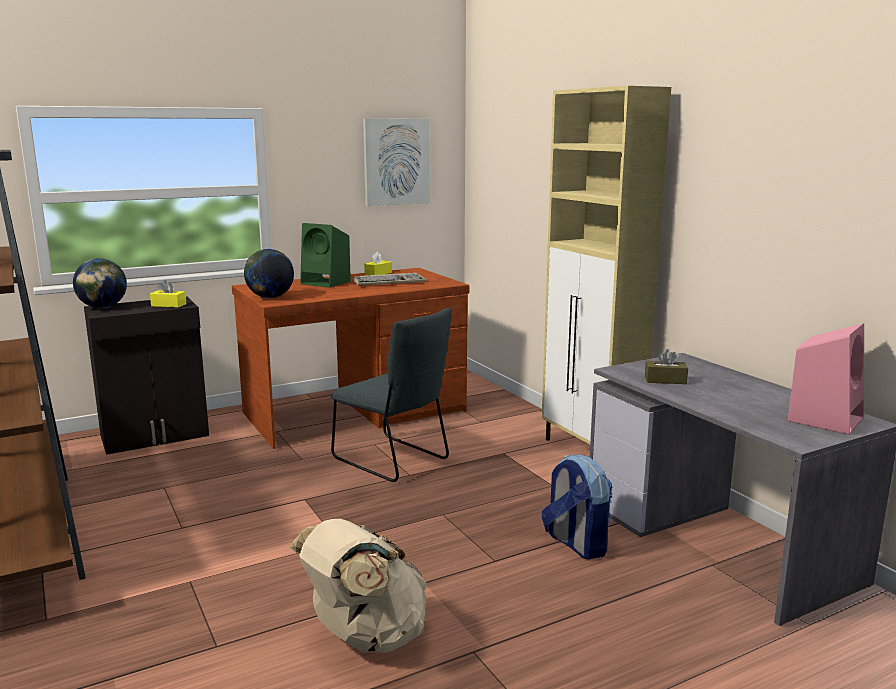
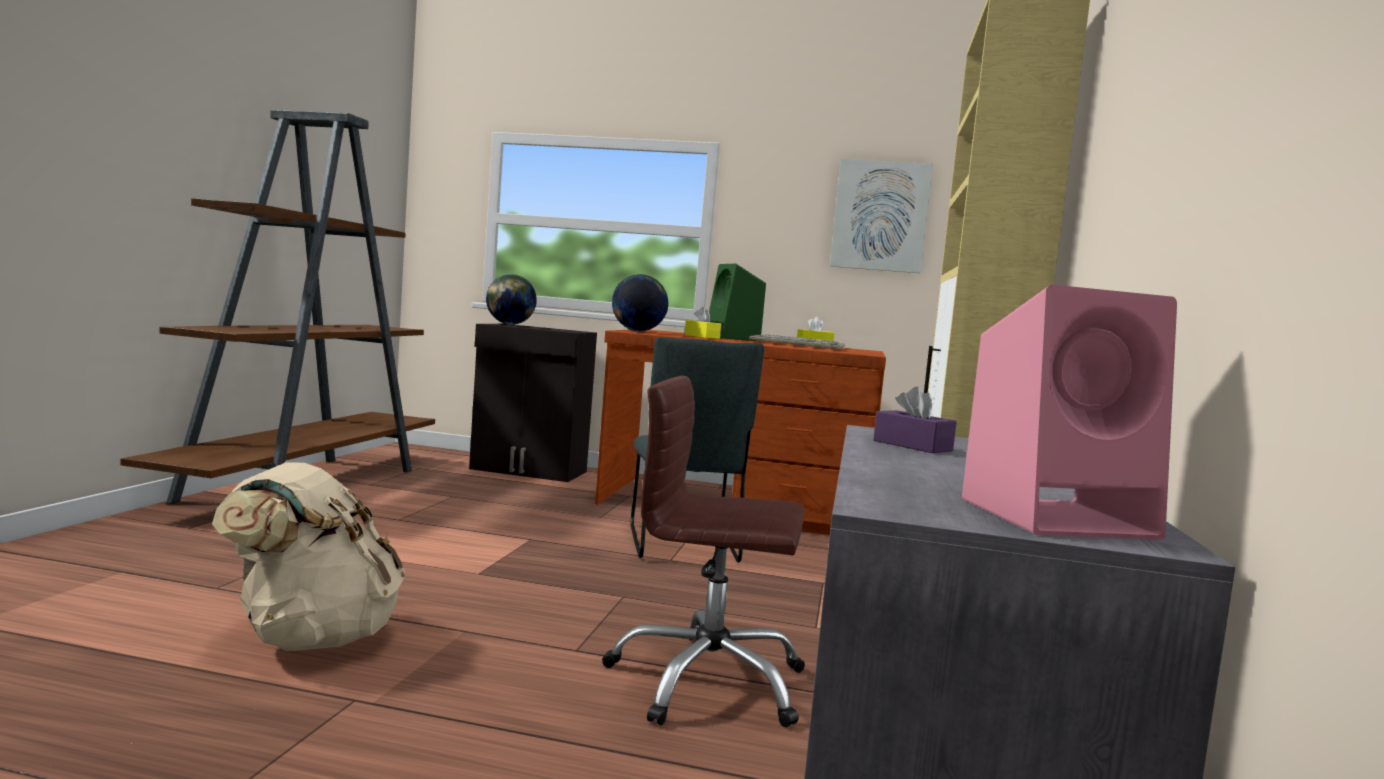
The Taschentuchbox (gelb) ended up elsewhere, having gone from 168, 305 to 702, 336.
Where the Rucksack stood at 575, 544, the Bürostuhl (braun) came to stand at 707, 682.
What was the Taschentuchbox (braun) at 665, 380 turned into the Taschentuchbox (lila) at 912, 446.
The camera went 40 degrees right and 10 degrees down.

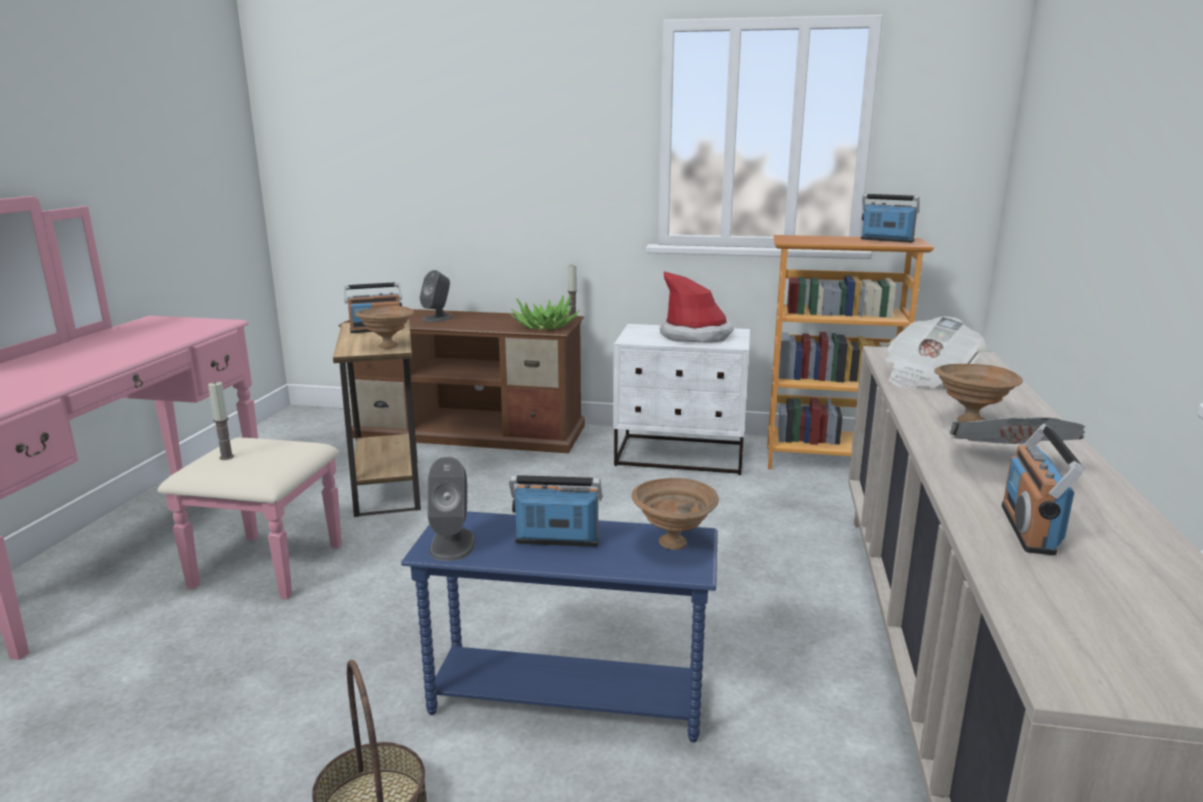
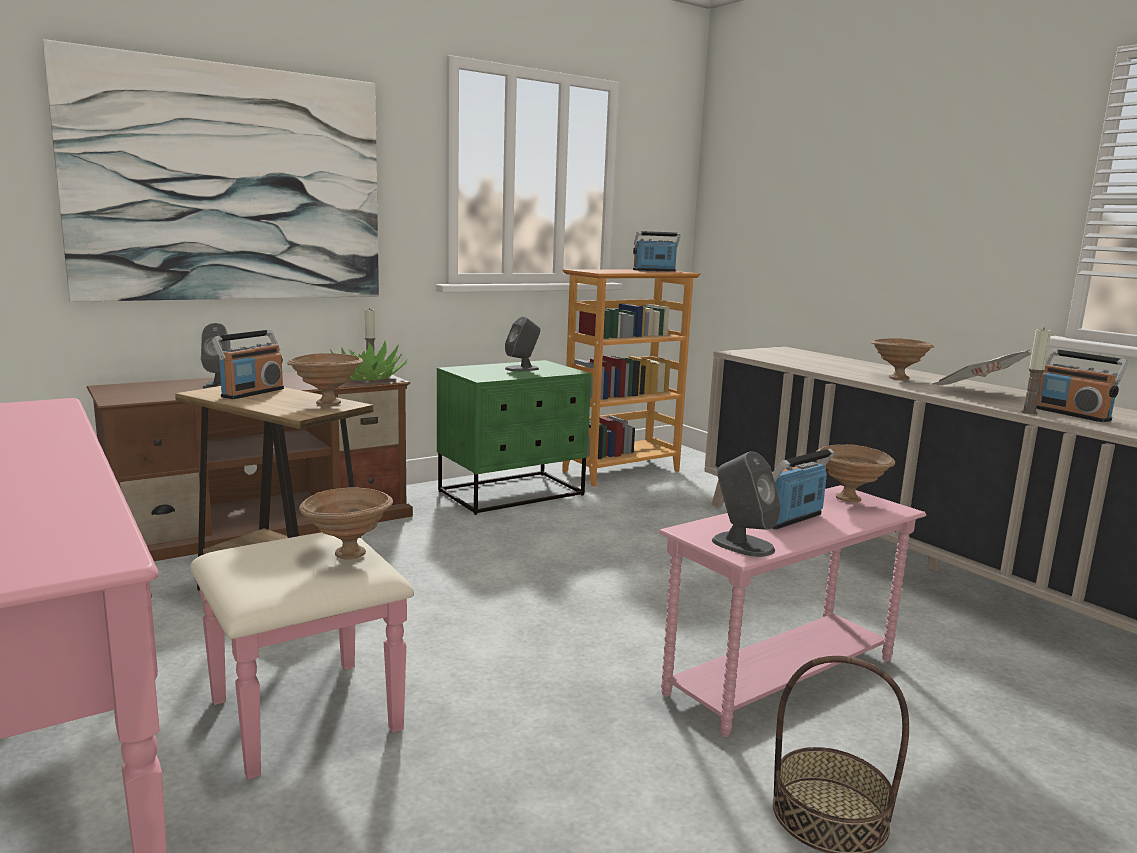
The second view lost the Zeitung at 926, 378.
The second view gained the Bild at 231, 185.
The second view gained the Schüssel (braun) at 347, 554.
The Kerze ended up elsewhere, having gone from 227, 457 to 1029, 412.
Where the Hut stood at 695, 335, the Lautsprecher (grau) came to stand at 522, 368.
What was the Beistelltisch (blau) at 567, 699 turned into the Beistelltisch (rosa) at 783, 677.
What was the Nachttisch (weiß) at 681, 456 turned into the Nachttisch (grün) at 513, 493.
The camera went 45 degrees left and 5 degrees down.

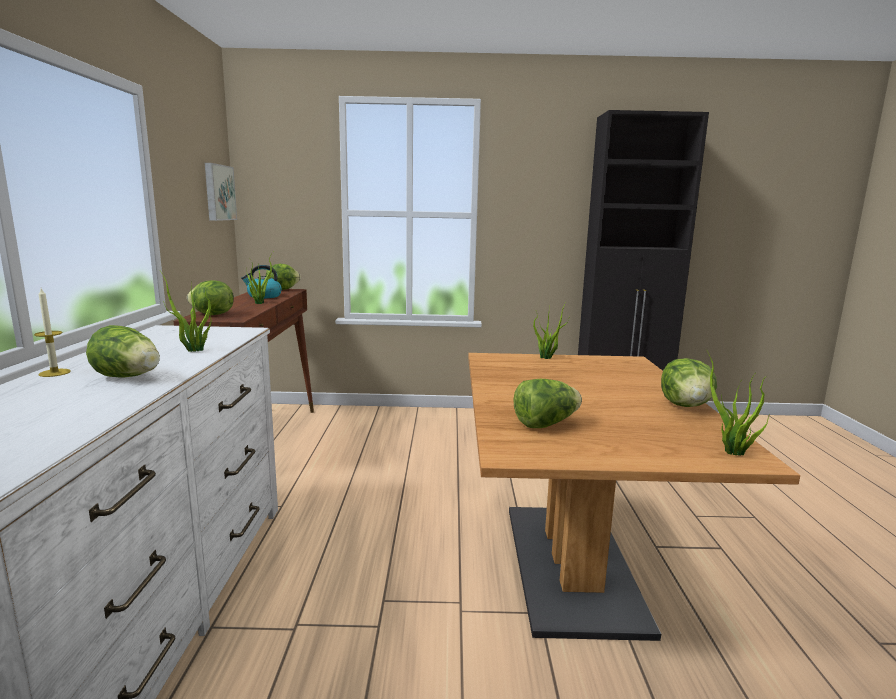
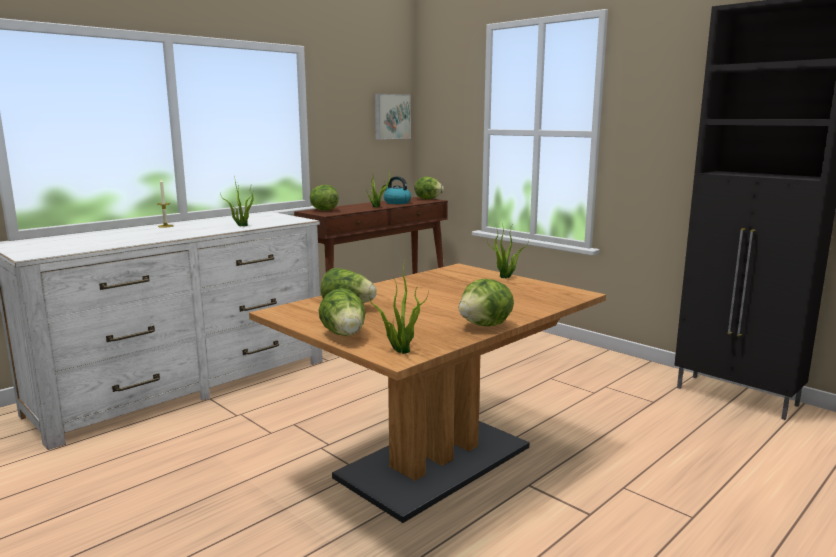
The Salatkopf ended up elsewhere, having gone from 129, 377 to 345, 335.
The camera went 45 degrees right and 0 degrees up.

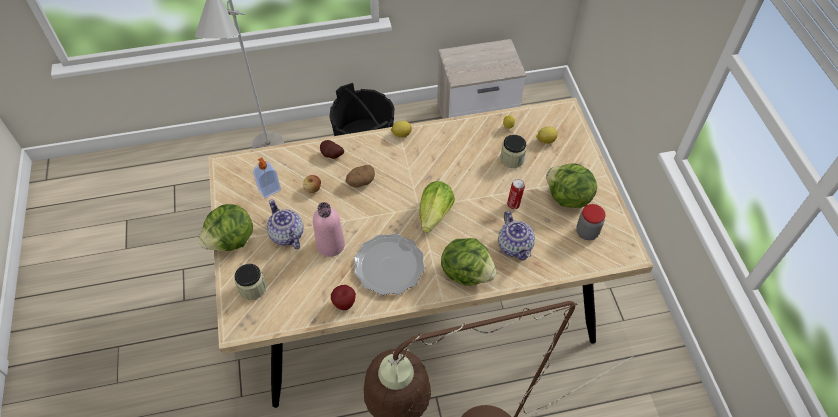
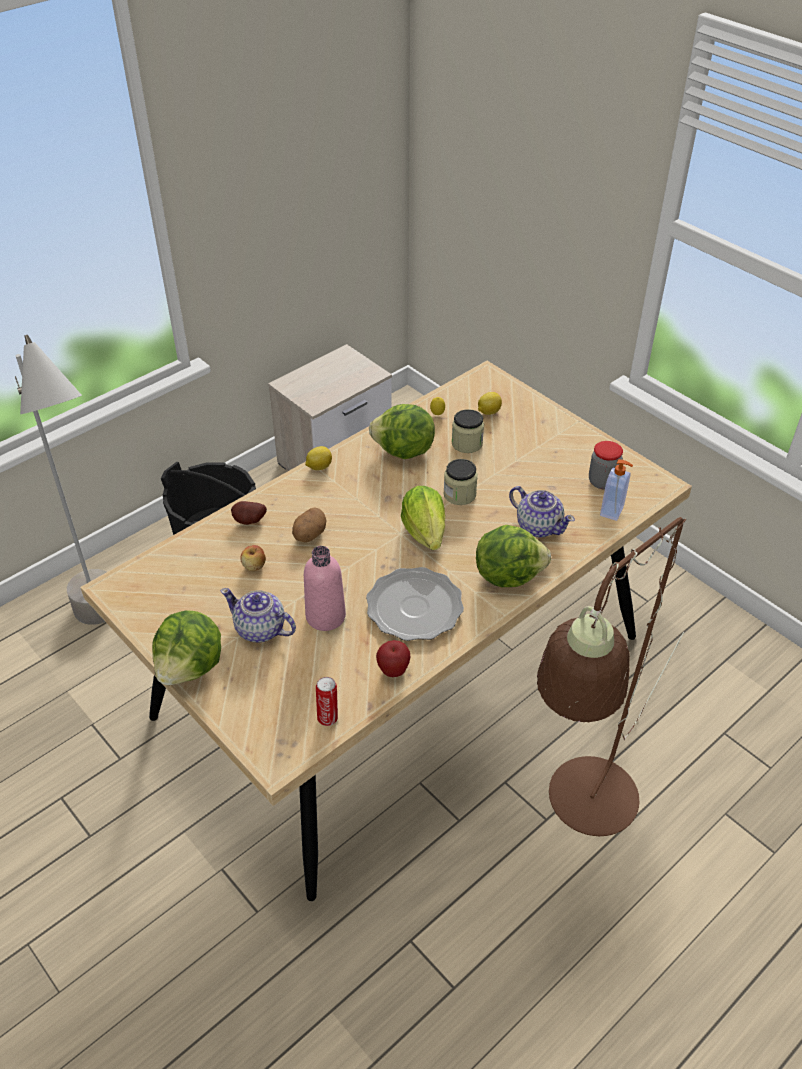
The Vorratsglas ended up elsewhere, having gone from 253, 288 to 459, 494.
The Seifenspender ended up elsewhere, having gone from 270, 190 to 613, 511.
The Dose ended up elsewhere, having gone from 514, 204 to 328, 717.
The Salatkopf ended up elsewhere, having gone from 567, 198 to 403, 452.
The camera went 30 degrees left and 10 degrees down.

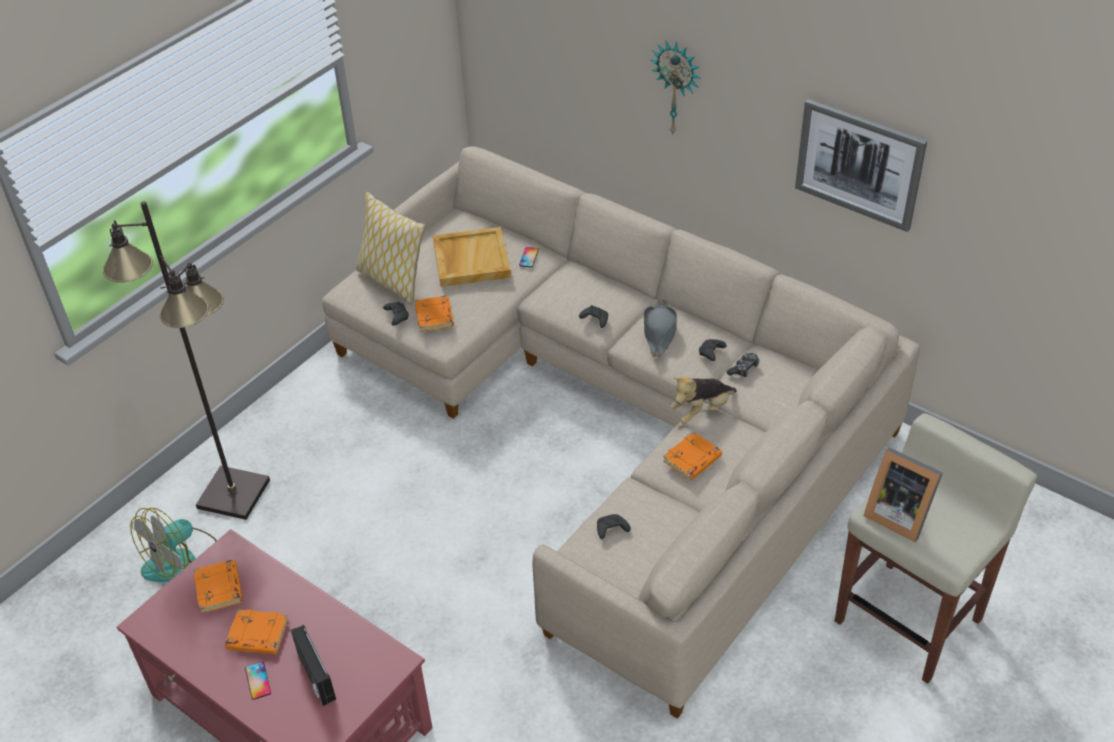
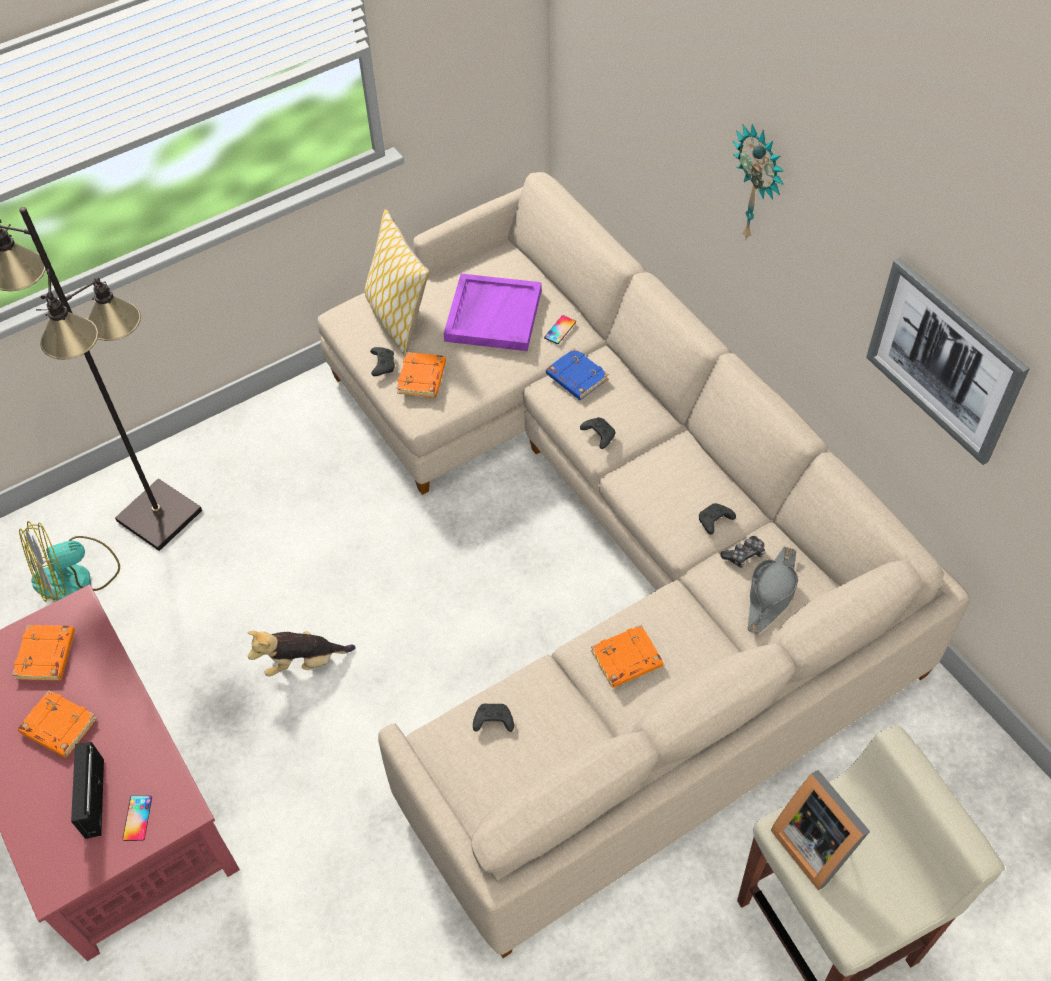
The second view gained the Buch (blau) at 576, 377.
The Handy ended up elsewhere, having gone from 258, 680 to 137, 818.
The Hut (grau) ended up elsewhere, having gone from 659, 332 to 771, 594.
The Plüschtier ended up elsewhere, having gone from 701, 411 to 303, 662.
What was the Tablett (beige) at 470, 259 turned into the Tablett (lila) at 493, 315.
The camera went 20 degrees right and 10 degrees up.

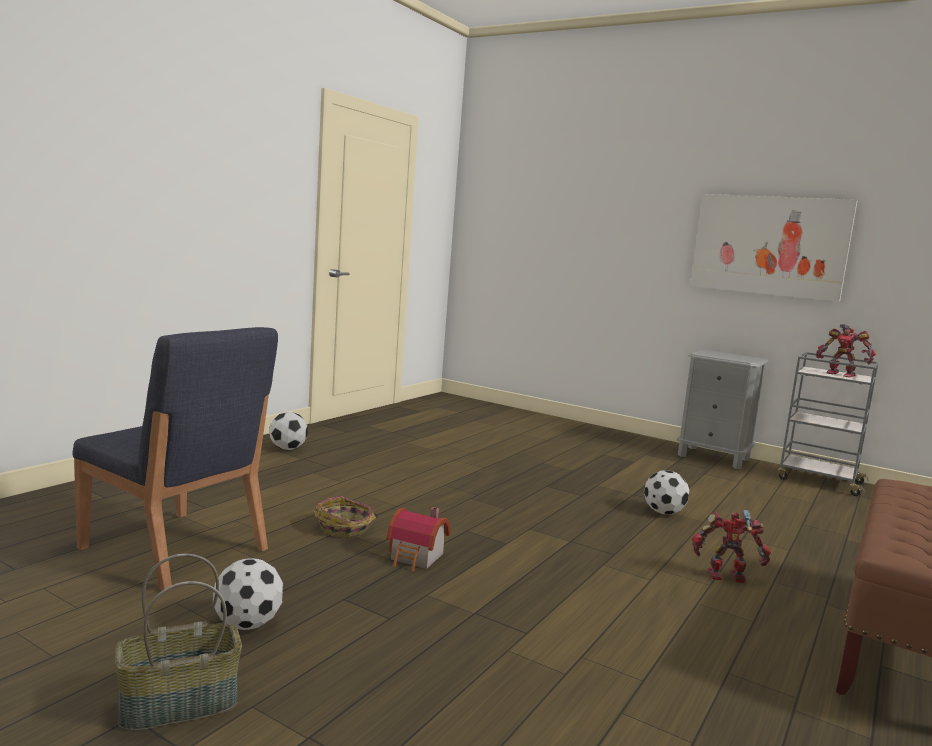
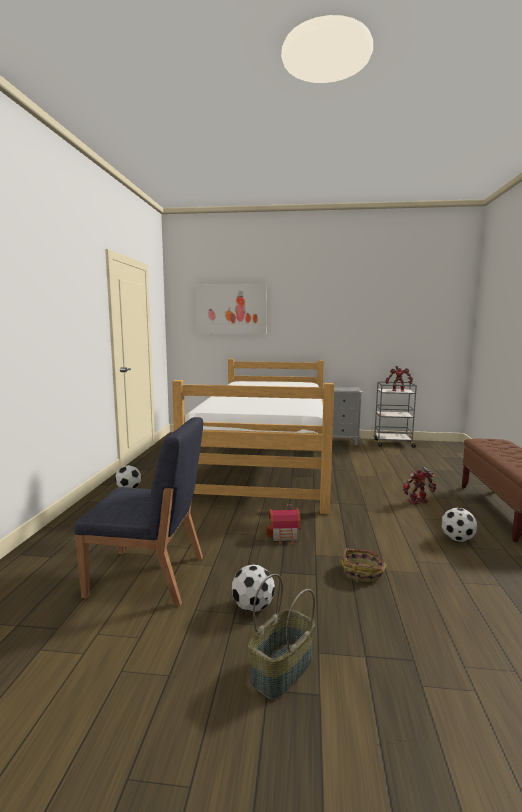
The second view gained the Bett at 266, 463.
The Korb ended up elsewhere, having gone from 345, 527 to 363, 571.
The Fußball ended up elsewhere, having gone from 663, 512 to 457, 539.
The Bild ended up elsewhere, having gone from 769, 245 to 231, 309.
The camera went 25 degrees left and 0 degrees up.

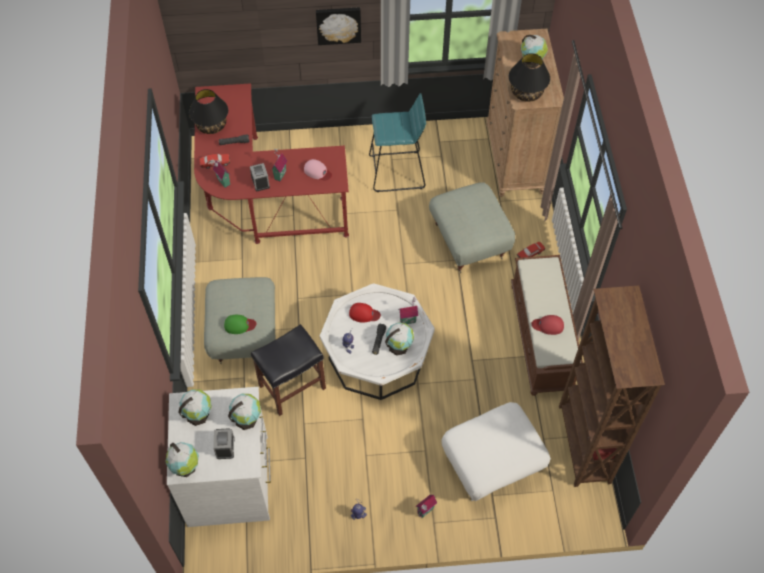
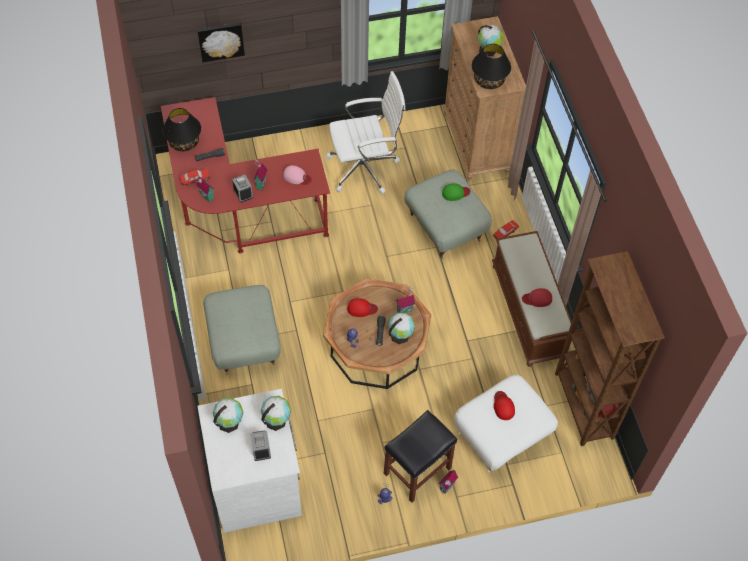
The second view lost the Globus at 185, 467.
The second view gained the Kappe (rot) at 503, 406.
The Kappe (grün) ended up elsewhere, having gone from 239, 325 to 455, 193.
The Hocker (schwarz) ended up elsewhere, having gone from 292, 386 to 417, 470.
The Bild ended up elsewhere, having gone from 338, 24 to 221, 40.
Where the Hocker (türkis) stood at 397, 172, the Bürostuhl (weiß) came to stand at 365, 168.
What was the Couchtisch (weiß) at 377, 356 turned into the Couchtisch (braun) at 376, 347.
The camera went 10 degrees left and 0 degrees up.

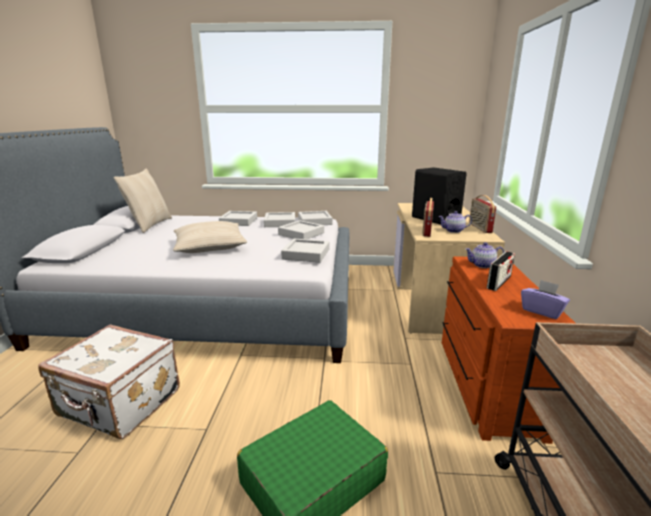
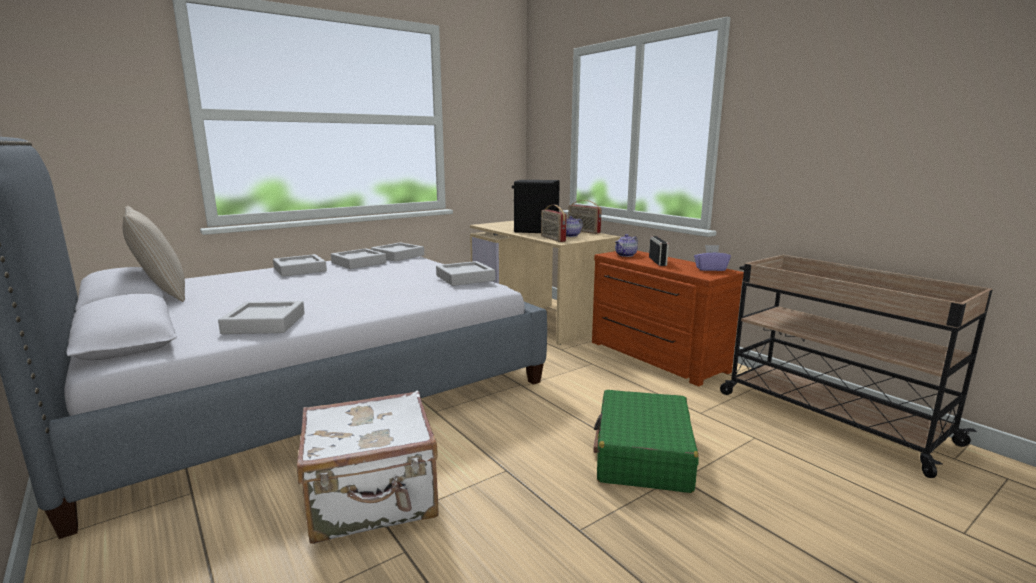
The second view lost the Kissen (beige) at 210, 246.
The Tablett (grau) ended up elsewhere, having gone from 301, 234 to 264, 323.
The camera went 40 degrees left and 5 degrees down.

